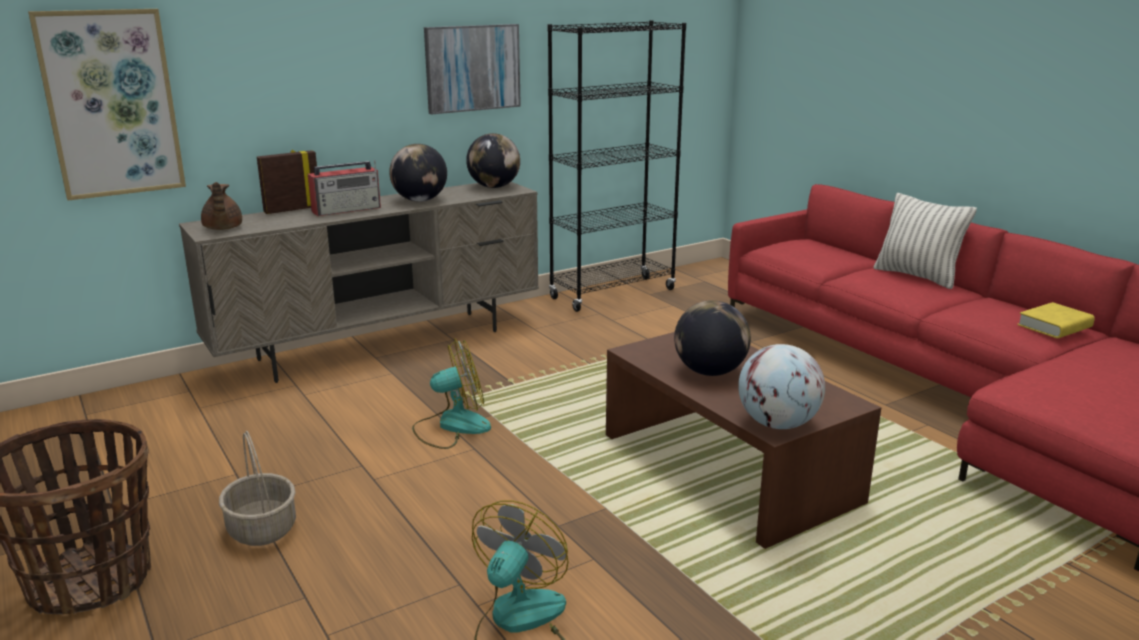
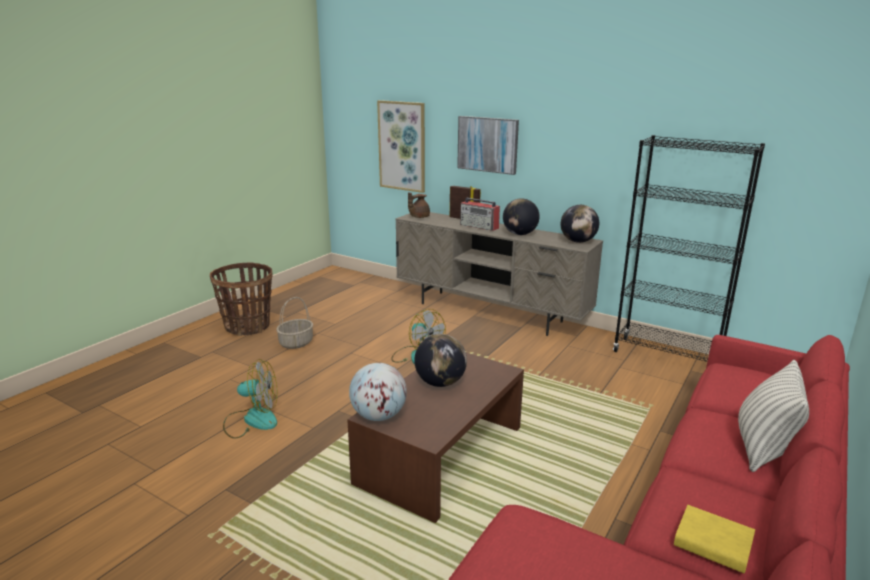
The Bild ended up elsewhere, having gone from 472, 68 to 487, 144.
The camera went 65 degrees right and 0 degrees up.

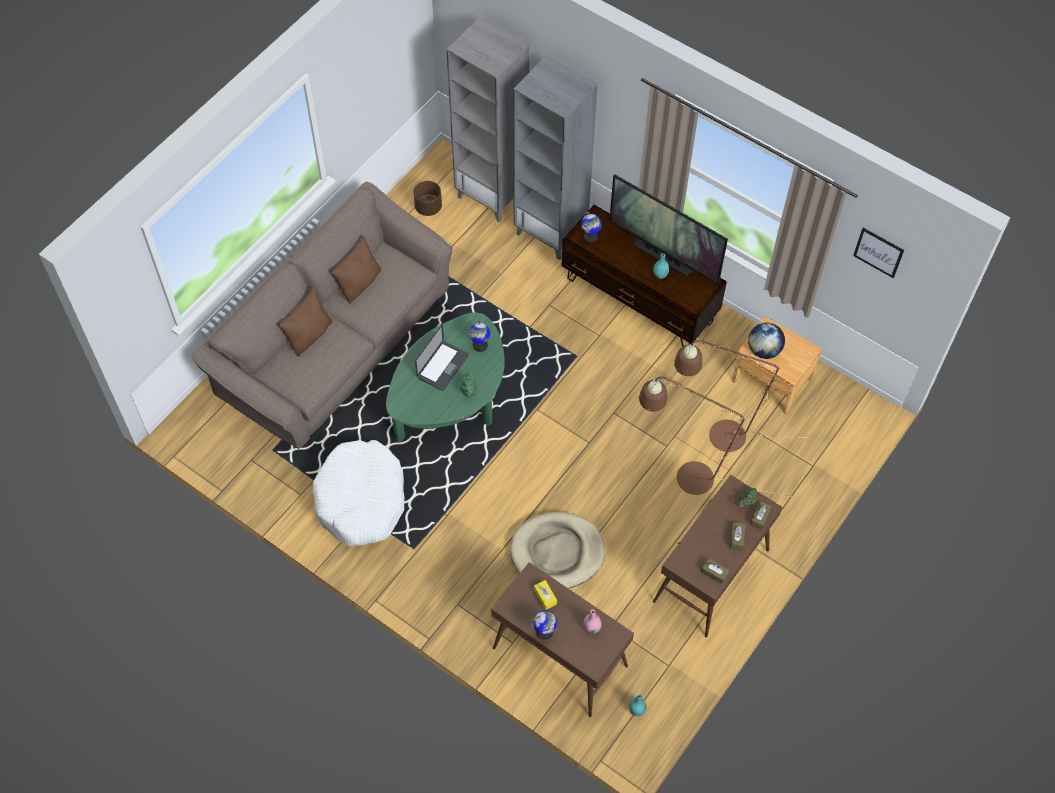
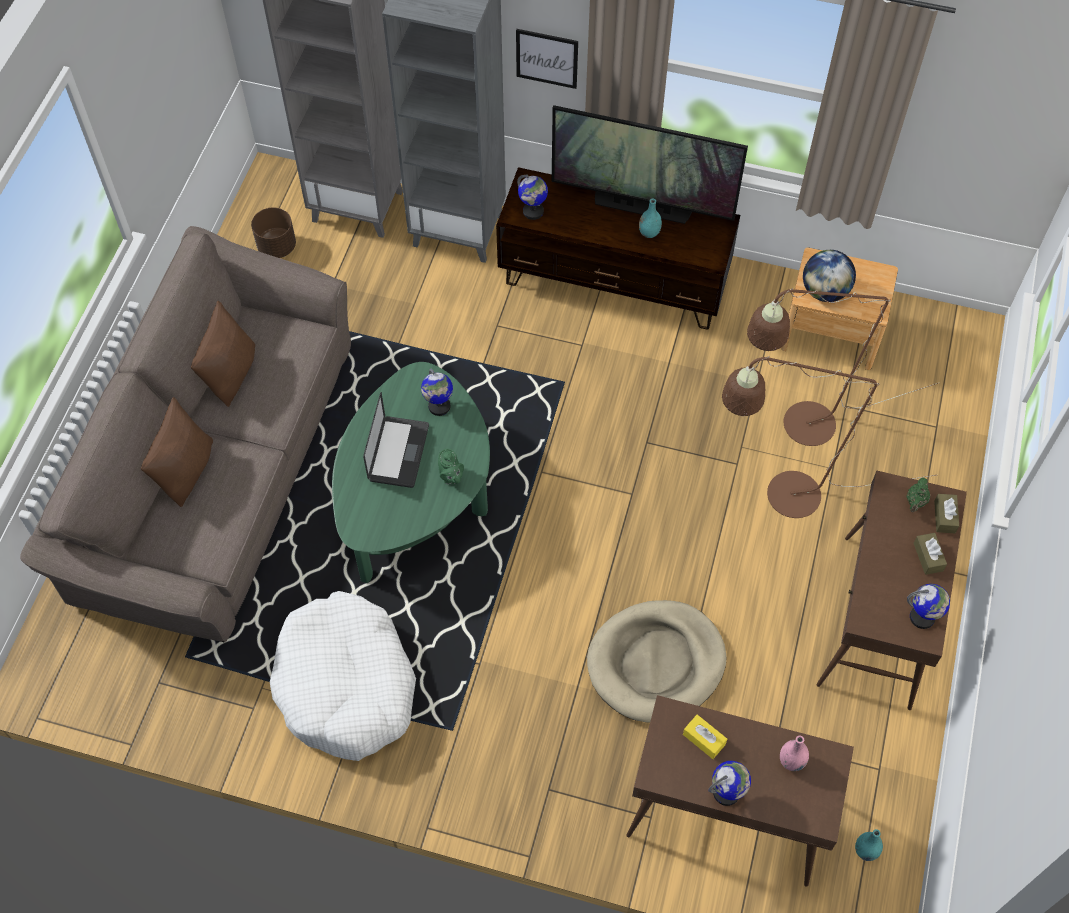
The Bild ended up elsewhere, having gone from 878, 252 to 547, 58.
Where the Taschentuchbox (braun) stood at 714, 573, the Globus came to stand at 922, 617.
The camera went 20 degrees left and 0 degrees up.

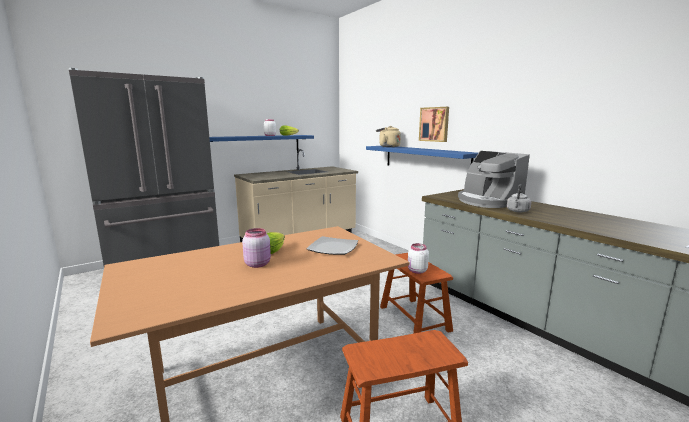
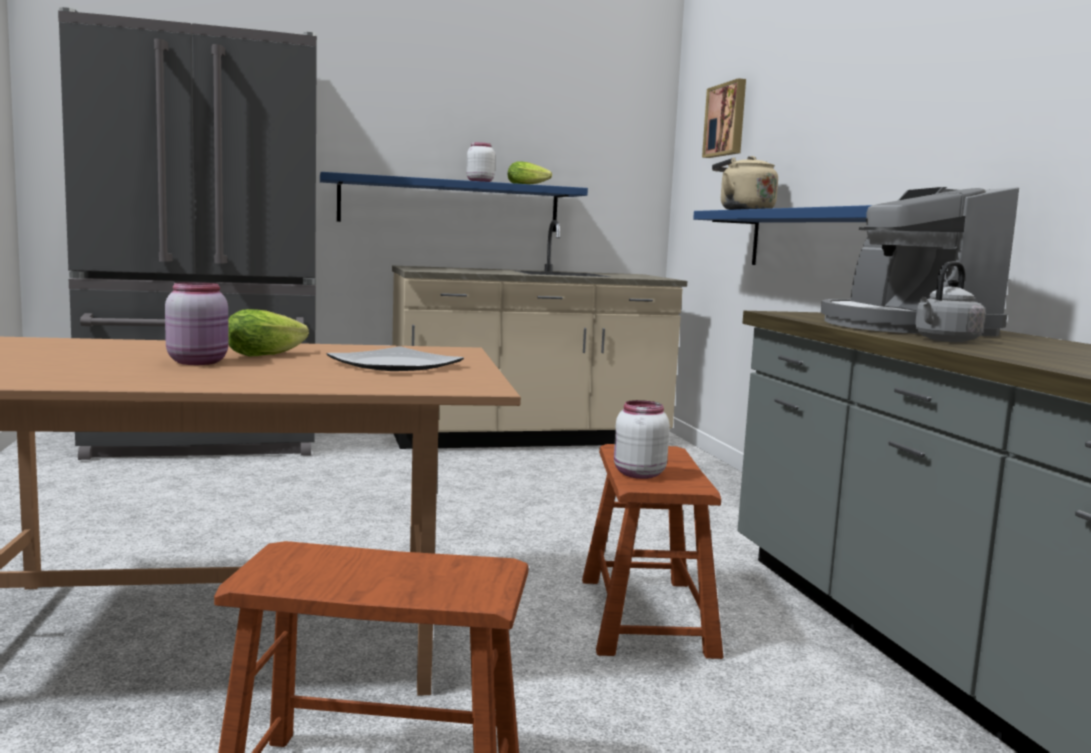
The Bild ended up elsewhere, having gone from 434, 124 to 727, 120.
The camera went 20 degrees right and 5 degrees down.

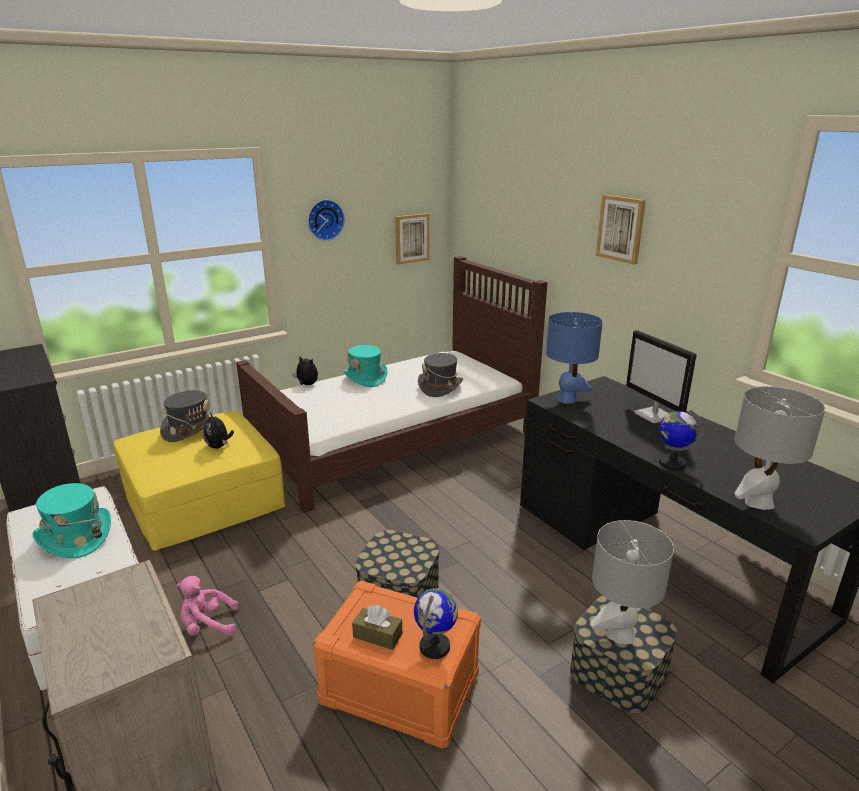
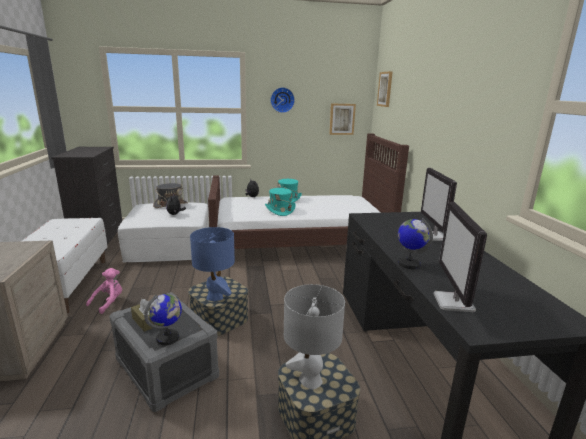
The second view lost the Hut (grau) at 440, 387.
The Hut (türkis) ended up elsewhere, having gone from 75, 536 to 280, 210.
The Tischlampe (blau) ended up elsewhere, having gone from 567, 399 to 215, 297.
The Bild ended up elsewhere, having gone from 621, 228 to 385, 89.
Where the Tischlampe (grau) stood at 758, 502, the Monitor came to stand at 454, 303.
What was the Polsterhocker (gelb) at 204, 498 turned into the Polsterhocker (weiß) at 170, 246.
What was the Aufbewahrungsbox (orange) at 399, 689 turned into the Aufbewahrungsbox (grau) at 165, 368.
The Plüschtier (rosa) at 207, 626 ended up facing another way, 105 degrees clockwise from before.
The camera went 25 degrees right and 5 degrees down.

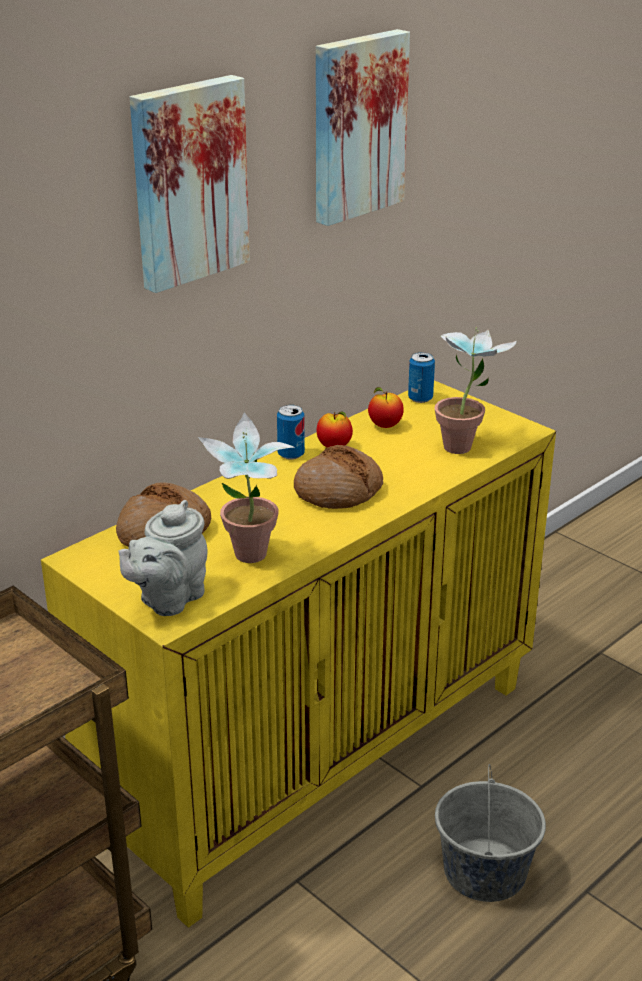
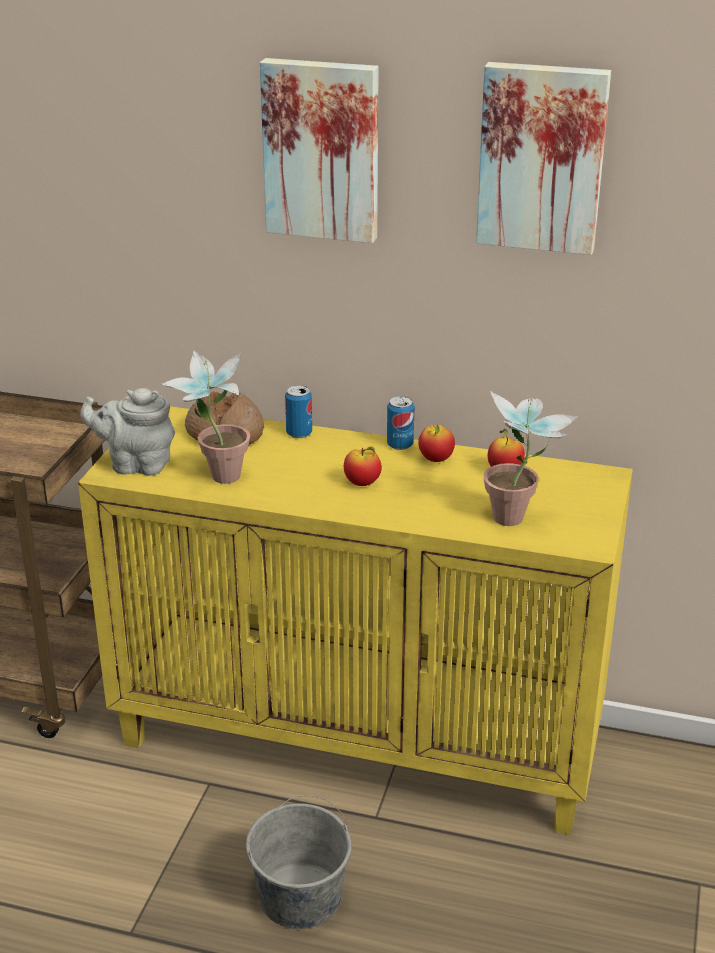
The Dose ended up elsewhere, having gone from 420, 398 to 299, 433.
Where the Brot stood at 338, 491, the Apfel came to stand at 362, 483.
The camera went 60 degrees right and 0 degrees up.

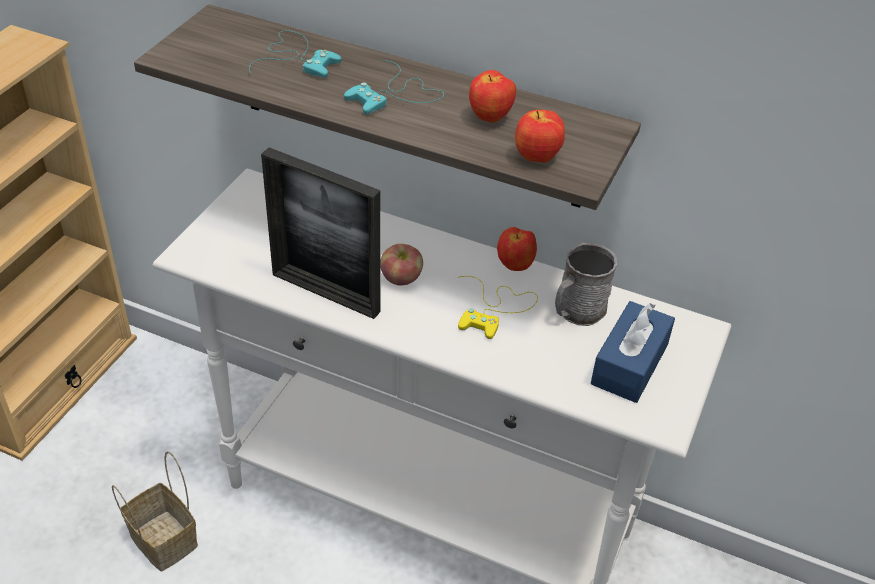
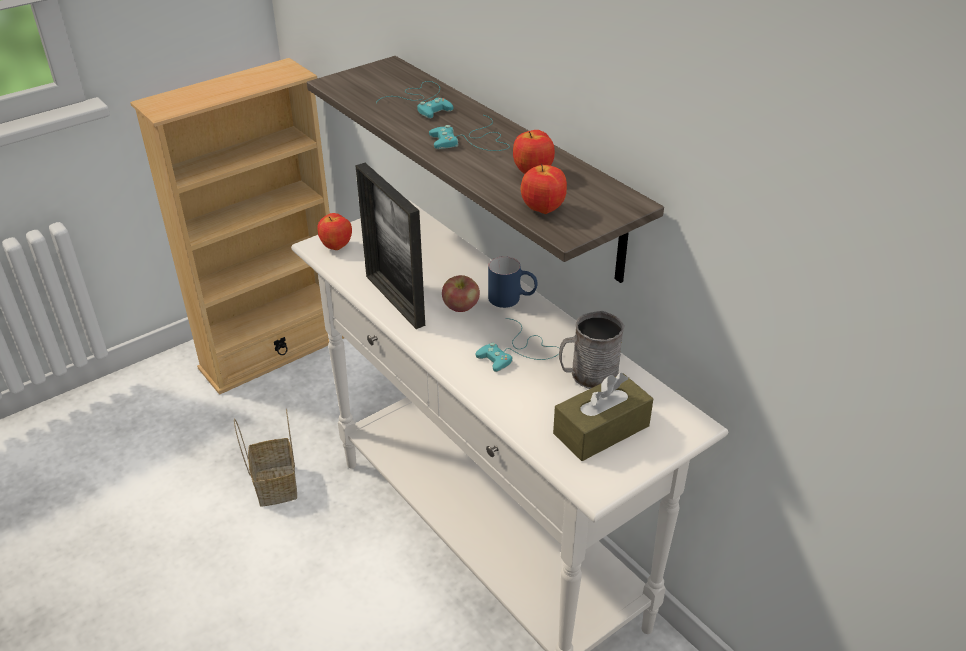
The second view gained the Henkelbecher (blau) at 512, 299.
The Apfel ended up elsewhere, having gone from 515, 266 to 336, 247.
What was the Gamepad (gelb) at 495, 309 turned into the Gamepad (türkis) at 519, 351.
What was the Taschentuchbox (blau) at 629, 364 turned into the Taschentuchbox (braun) at 601, 430.
The camera went 30 degrees right and 5 degrees down.

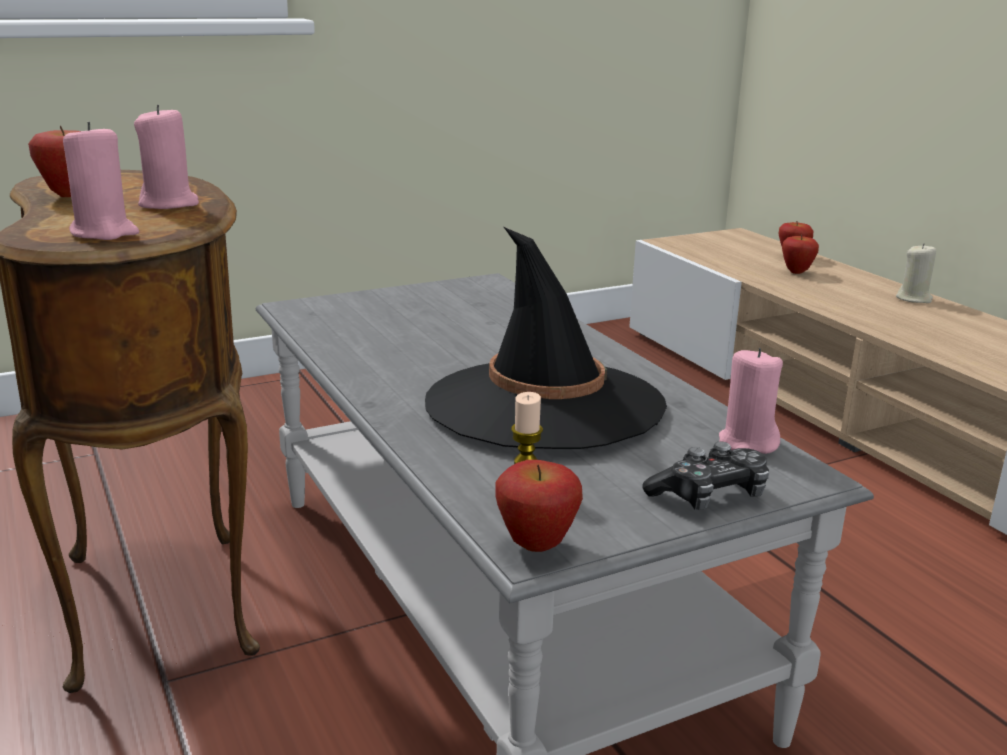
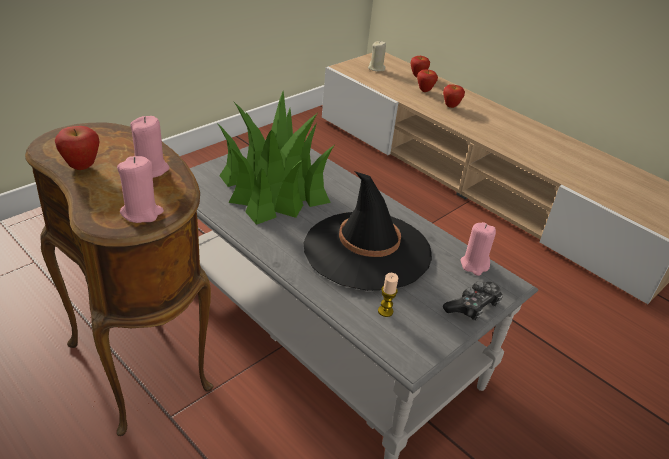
The second view gained the Topfpflanze at 273, 189.
The Apfel ended up elsewhere, having gone from 536, 546 to 450, 106.
The Kerze (beige) ended up elsewhere, having gone from 914, 299 to 376, 68.
The camera went 20 degrees left and 15 degrees up.

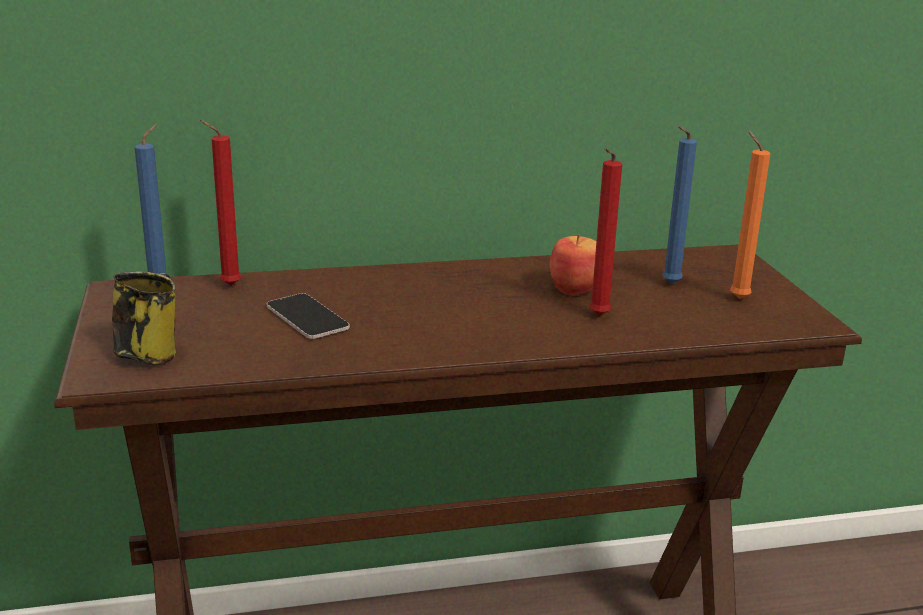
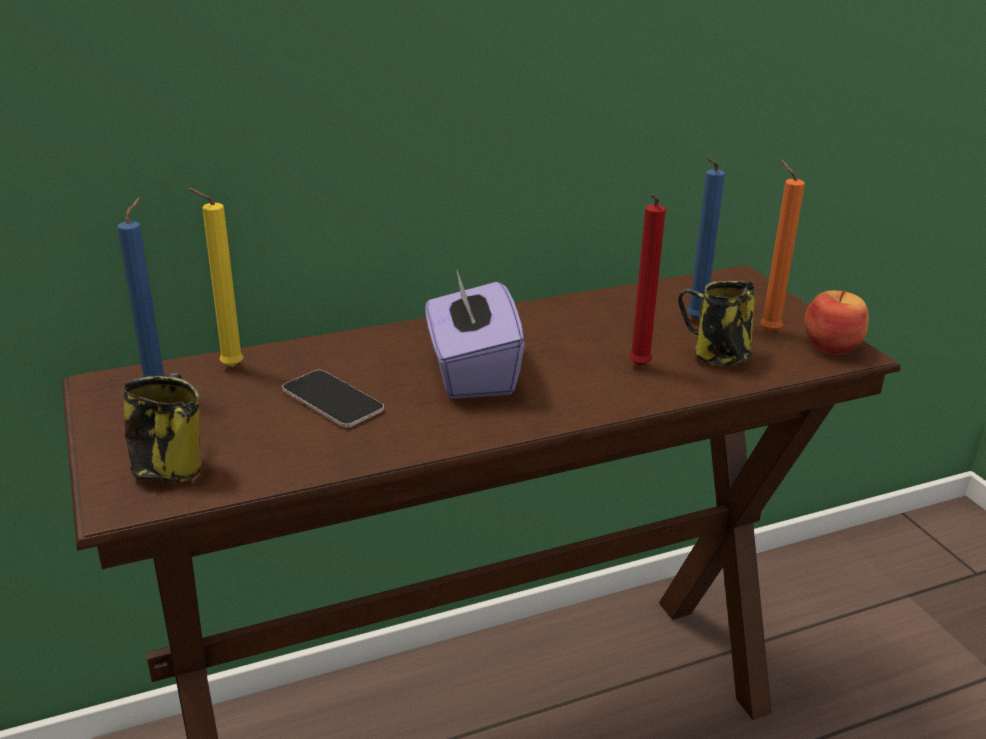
The second view gained the Taschentuchbox (lila) at 471, 372.
The second view gained the Henkelbecher at 717, 357.
The Apfel ended up elsewhere, having gone from 576, 289 to 832, 347.
What was the Kerze (rot) at 227, 286 turned into the Kerze (gelb) at 228, 367.
The camera went 10 degrees left and 5 degrees up.

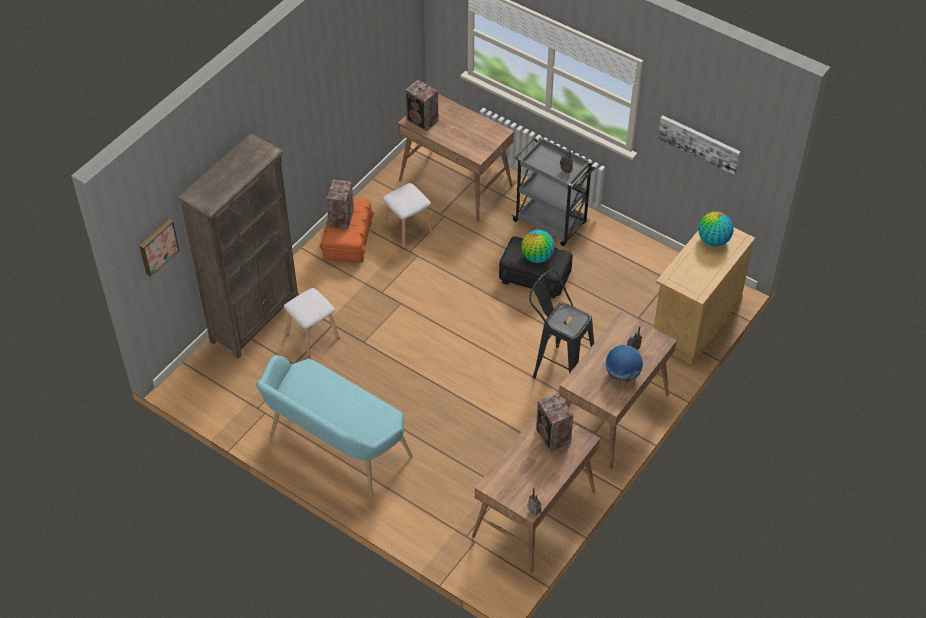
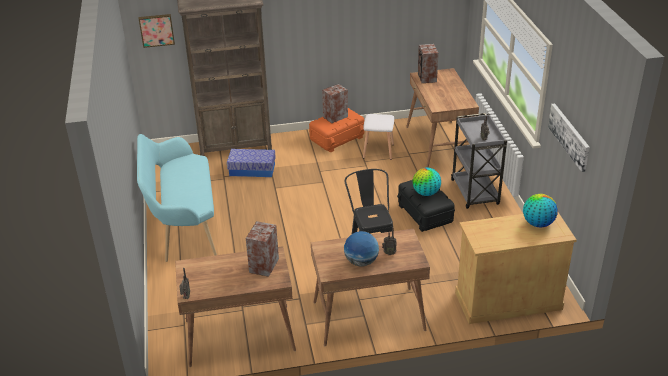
Where the Hocker (weiß) stood at 312, 336, the Aufbewahrungsbox came to stand at 252, 170.
The camera went 45 degrees right and 15 degrees down.

